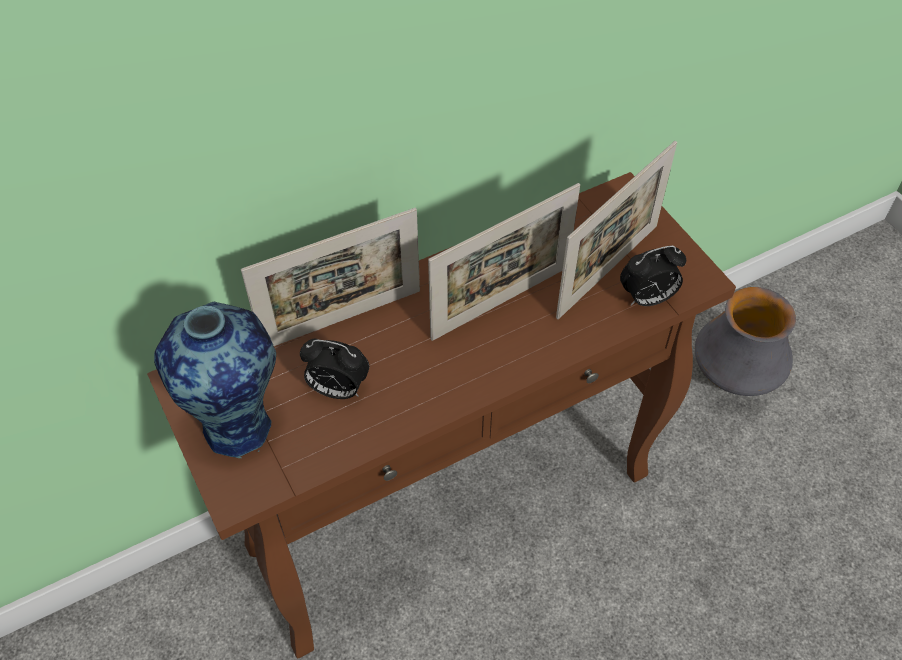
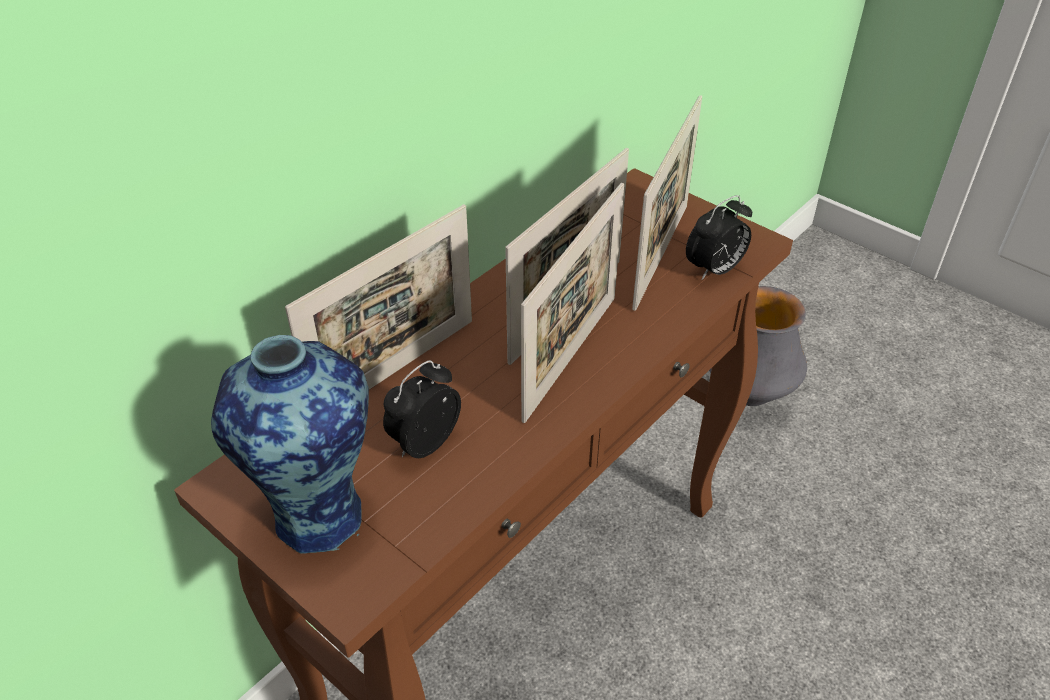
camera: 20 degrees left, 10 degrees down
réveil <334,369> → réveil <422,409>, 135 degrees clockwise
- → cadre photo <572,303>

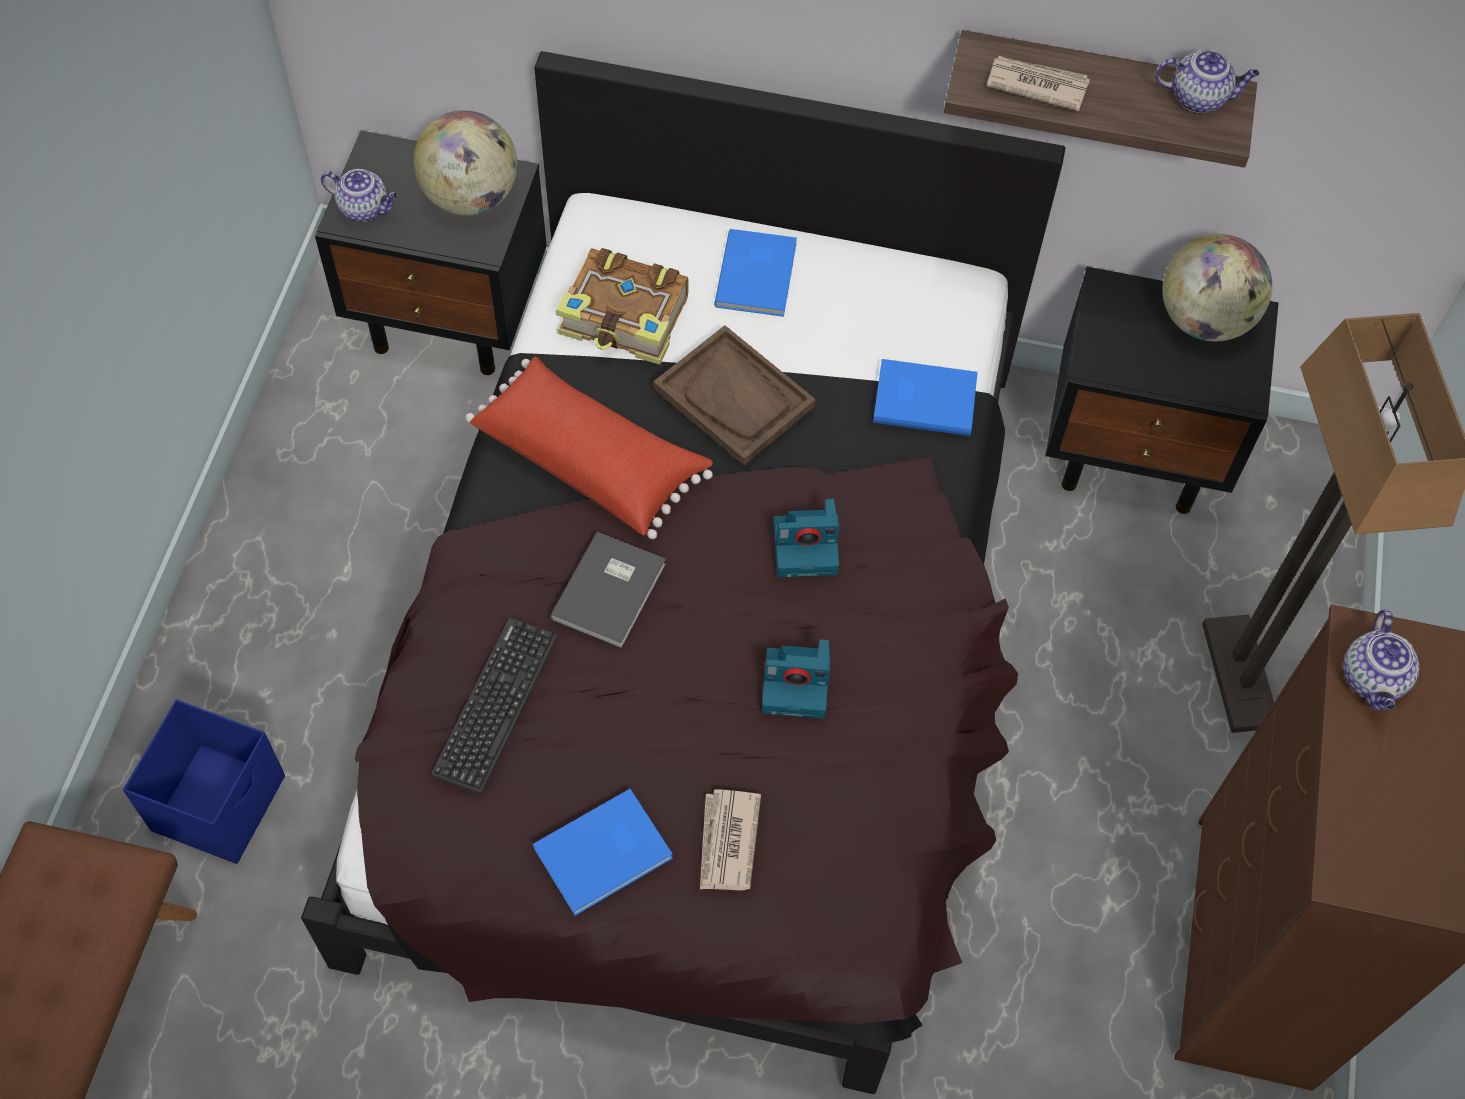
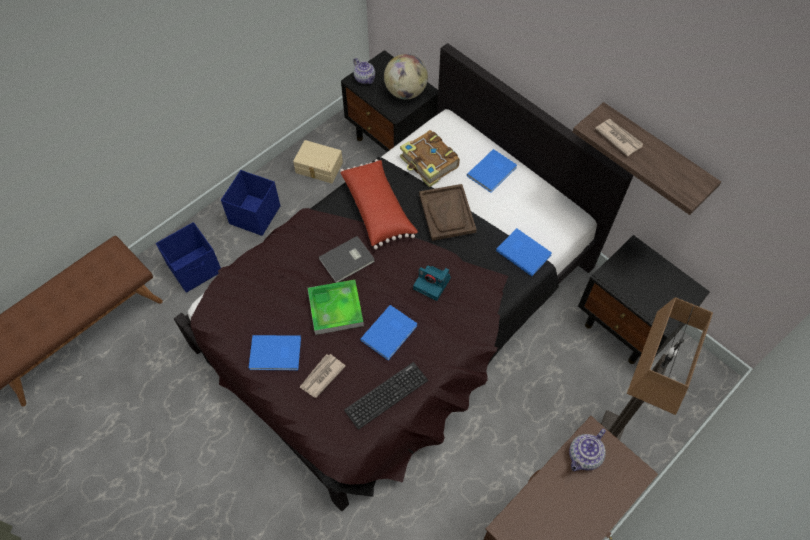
camera: 35 degrees right, 0 degrees up
- → boîte de rangement (bleu) <250,203>
- → boîte de rangement (beige) <318,161>
- → plateau <336,307>
clavier <494,706> → clavier <386,396>, shifted
appareil photo <796,678> → livre (bleu) <389,332>
théière <1207,81> → -
globe <1217,287> → -

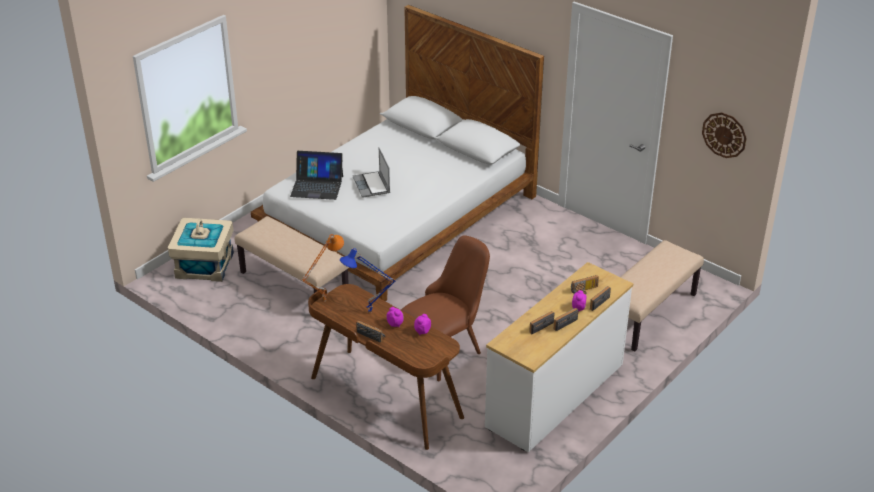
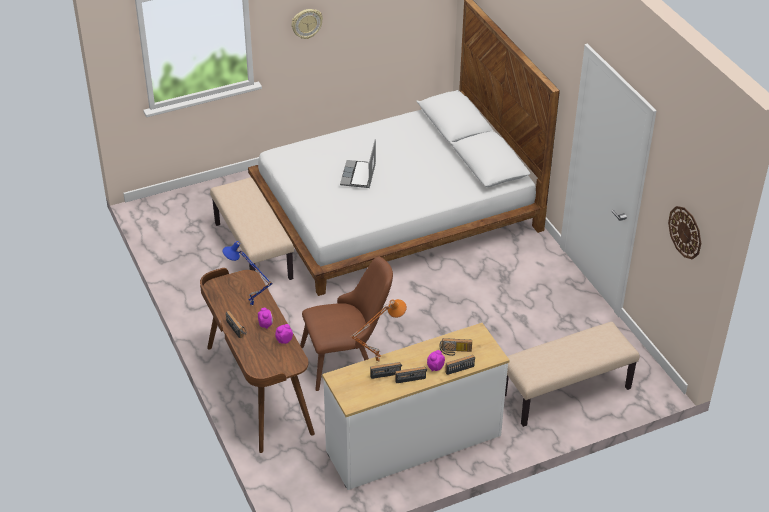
camera: 25 degrees right, 5 degrees up
- → horloge murale <307,24>
lampe de table (orange) <322,267> → lampe de table (orange) <379,330>, shifted
boîte de rangement (beige) <201,250> → -
ordinateur portable <316,175> → -

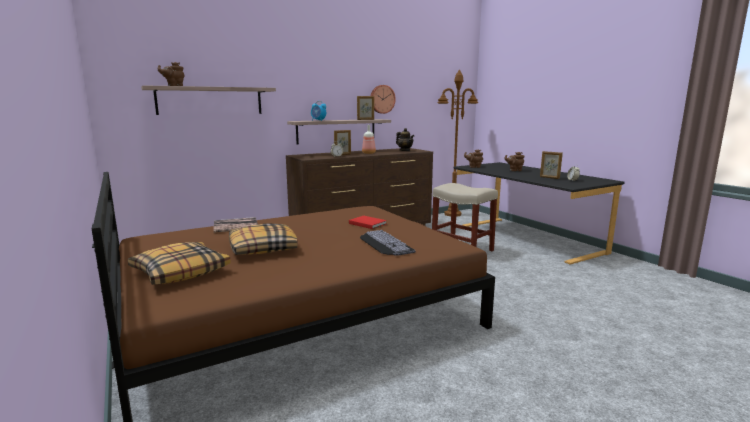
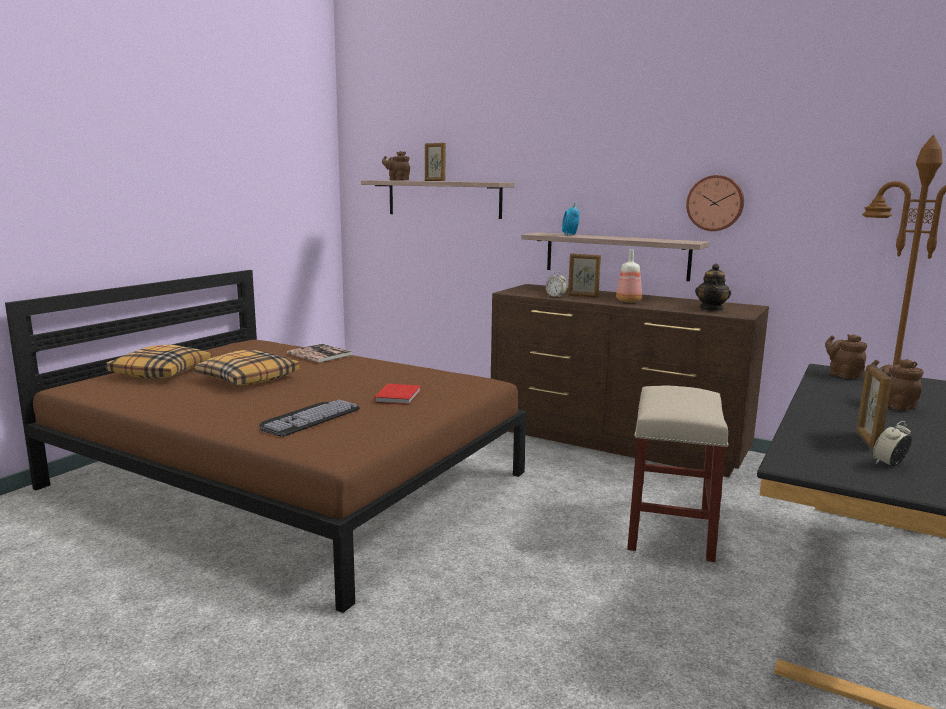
camera: 60 degrees right, 0 degrees up
cadre photo <365,108> → cadre photo <435,162>, shifted

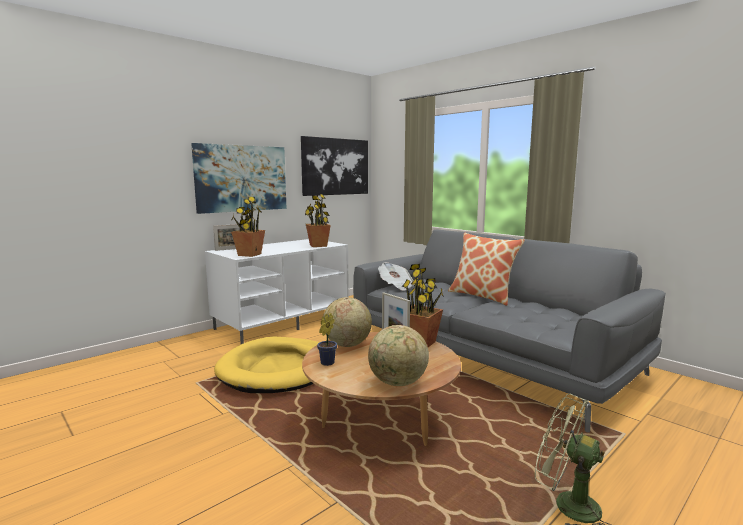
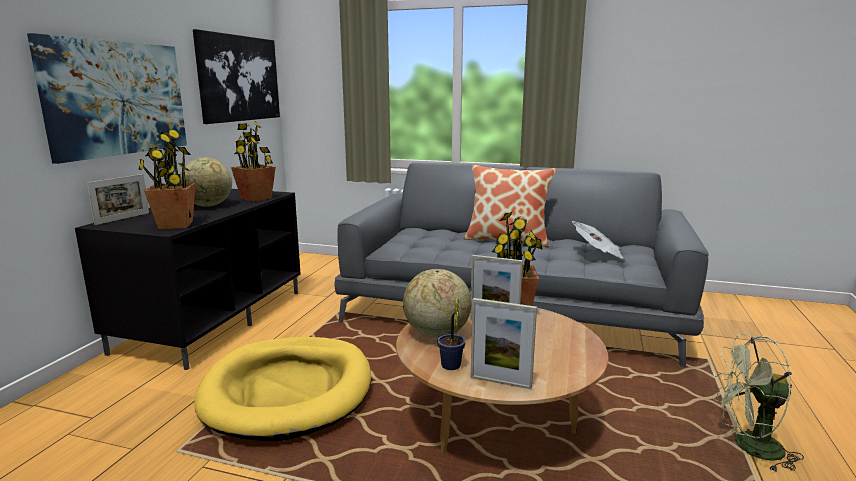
camera: 30 degrees left, 5 degrees up
meuble télé (blanc) <277,291> → meuble télé (noir) <188,279>
globe <398,355> → globe <206,182>, shifted
- → cadre photo <504,343>
journal <395,276> → journal <598,240>, shifted

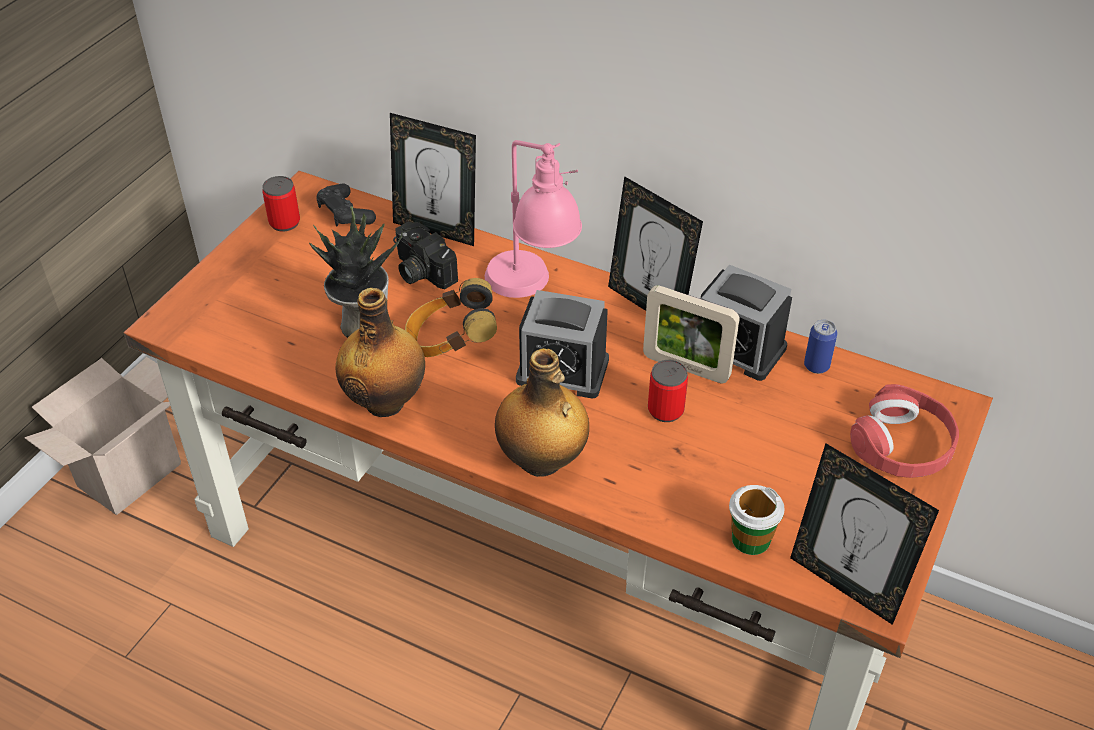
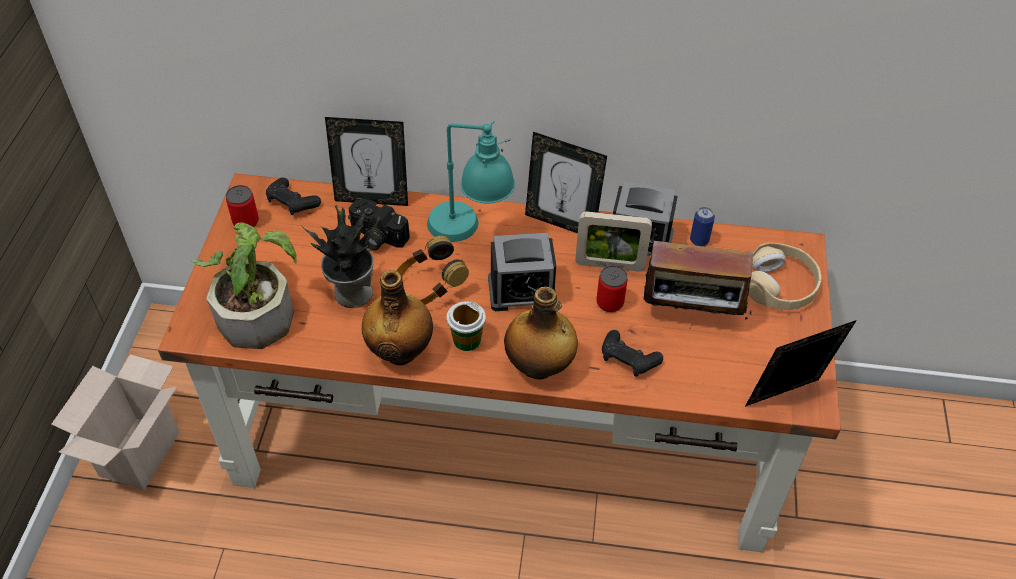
camera: 20 degrees left, 5 degrees up
- → plante en pot <244,285>
lampe de table (rose) <533,219> → lampe de table (turquoise) <471,181>
tasse <757,520> → tasse <466,326>, shifted
- → manette (noir) <632,353>
- → radio <697,286>
cadre photo <864,534> → cadre photo <801,363>, 135 degrees clockwise
casque audio (rouge) <904,431> → casque audio (beige) <785,276>

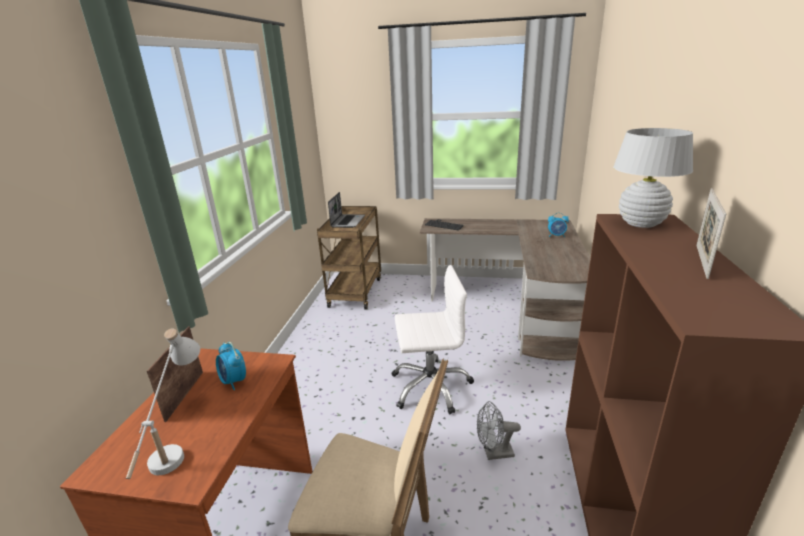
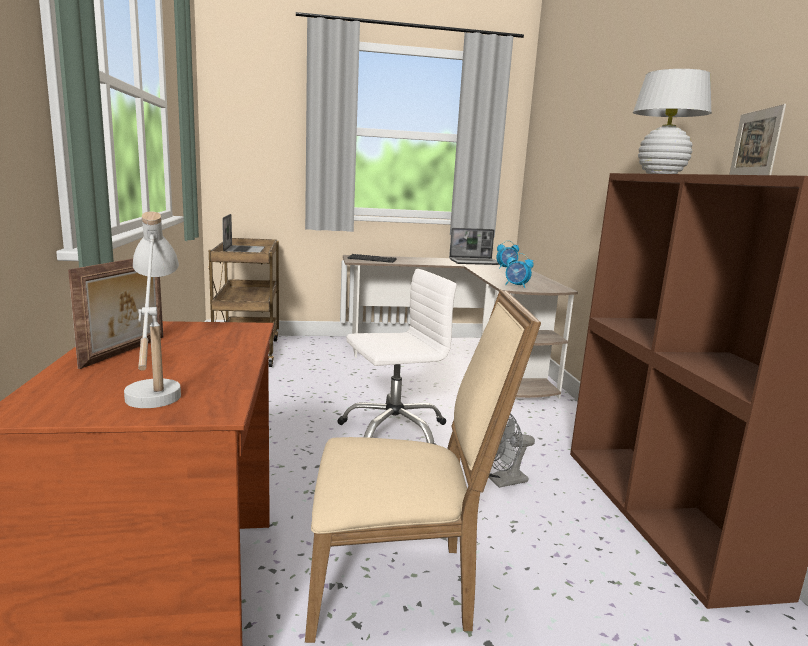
camera: 20 degrees left, 10 degrees down
cadre photo <175,374> → cadre photo <115,313>, 150 degrees counterclockwise
- → ordinateur portable <474,246>
réveil <231,366> → réveil <519,270>, shifted

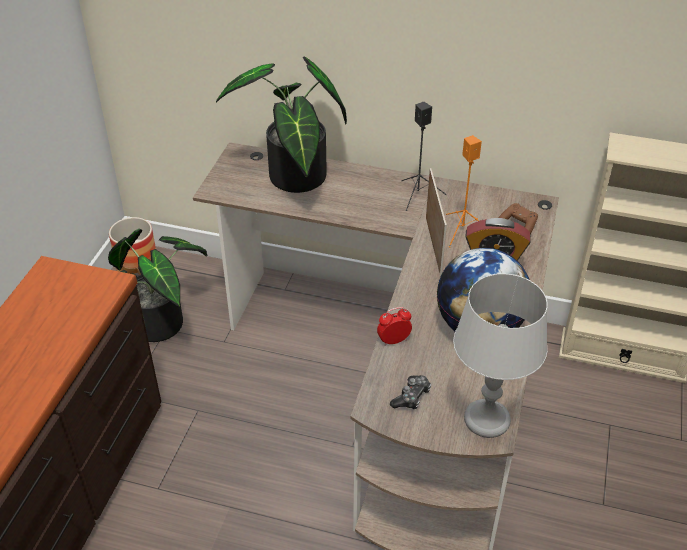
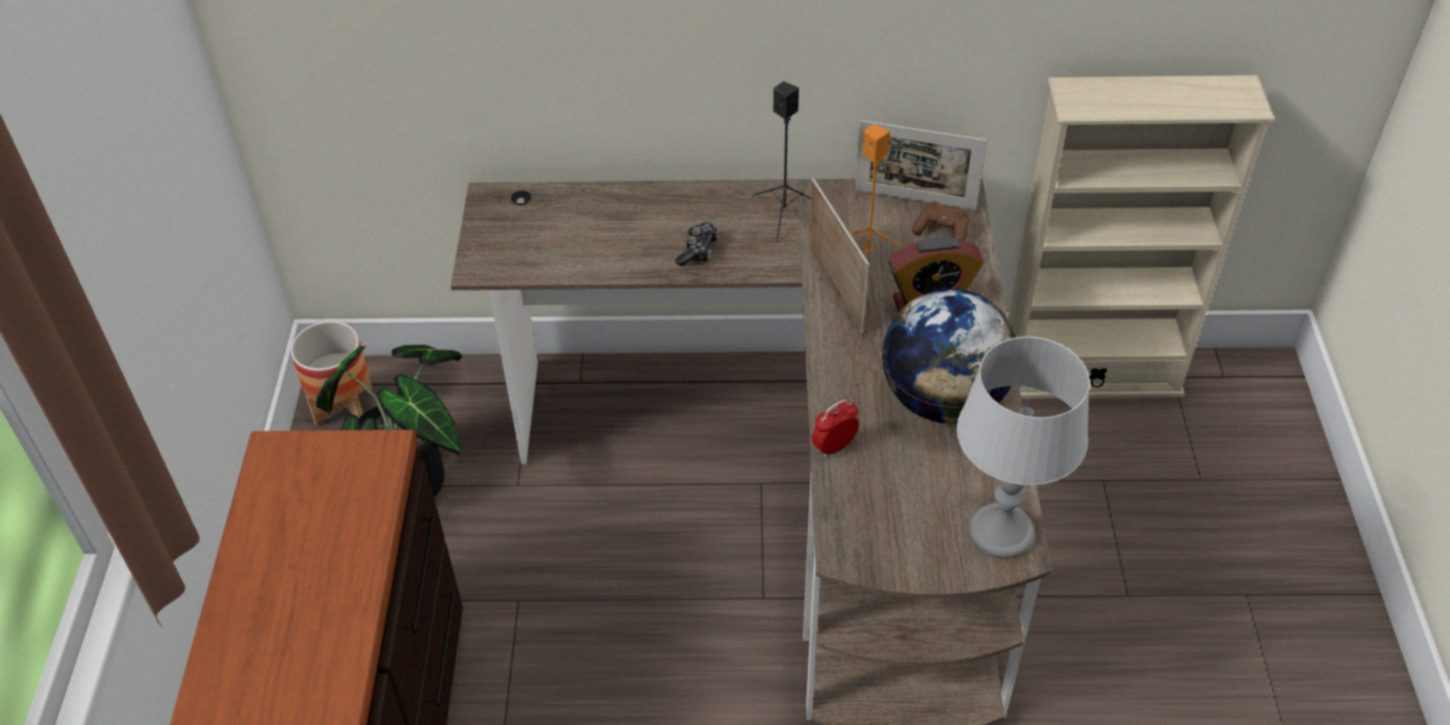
camera: 15 degrees left, 5 degrees up
manette <410,392> → manette <697,244>, shifted
- → cadre photo <921,165>
plante en pot <281,125> → -

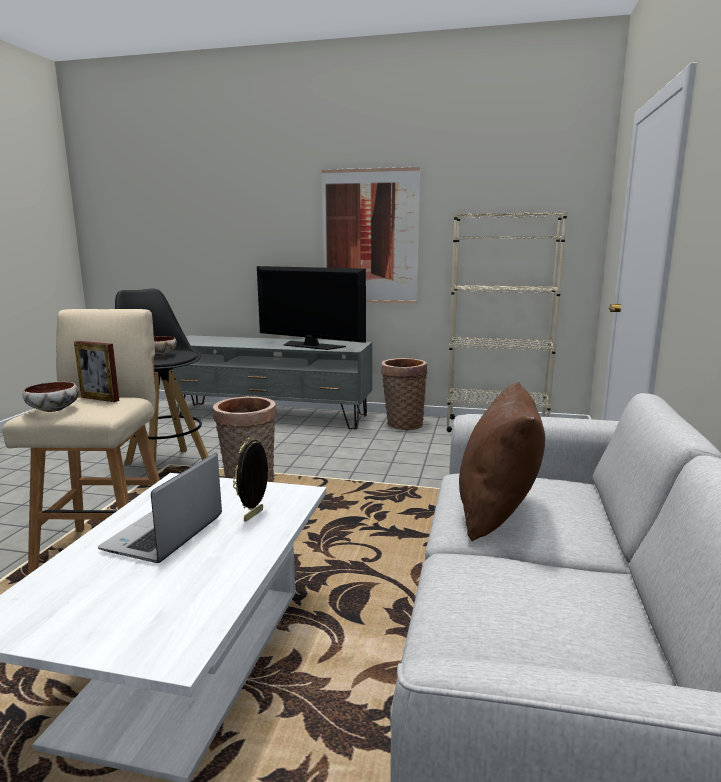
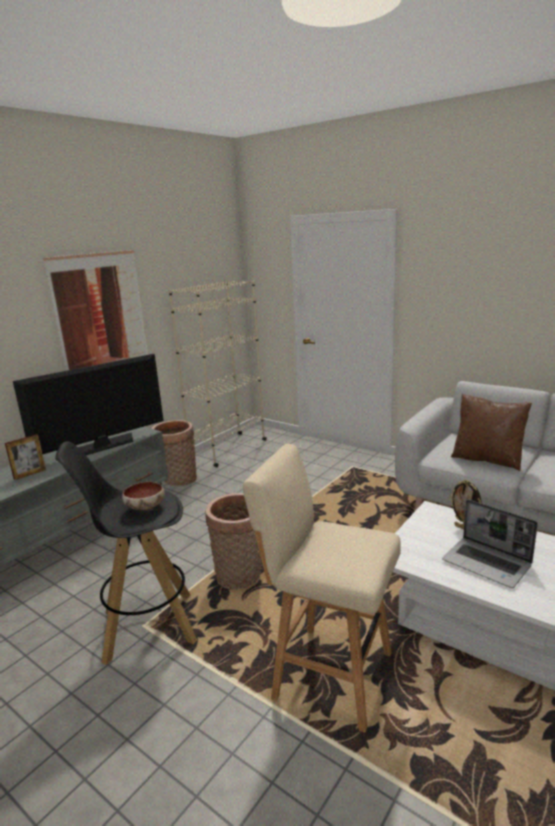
camera: 65 degrees left, 5 degrees up
cadre photo <96,371> → cadre photo <25,457>, shifted
bol <50,397> → -

